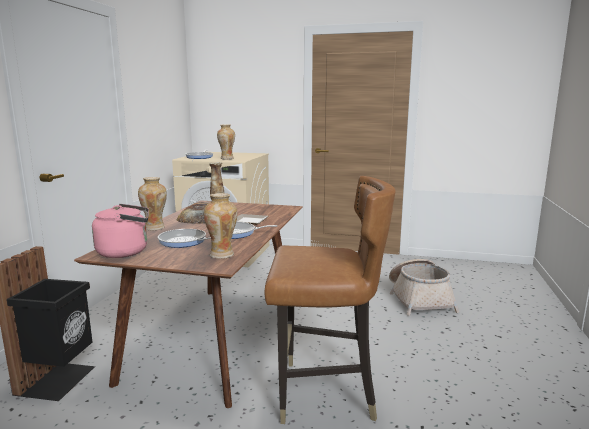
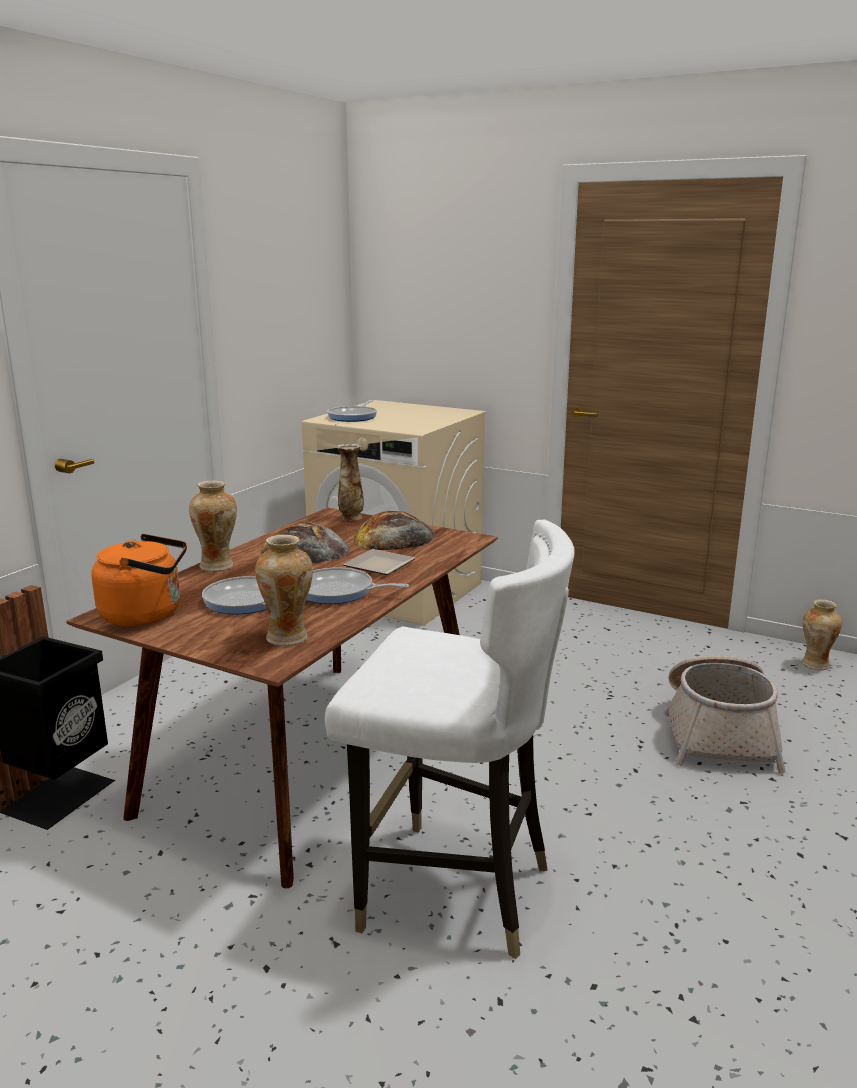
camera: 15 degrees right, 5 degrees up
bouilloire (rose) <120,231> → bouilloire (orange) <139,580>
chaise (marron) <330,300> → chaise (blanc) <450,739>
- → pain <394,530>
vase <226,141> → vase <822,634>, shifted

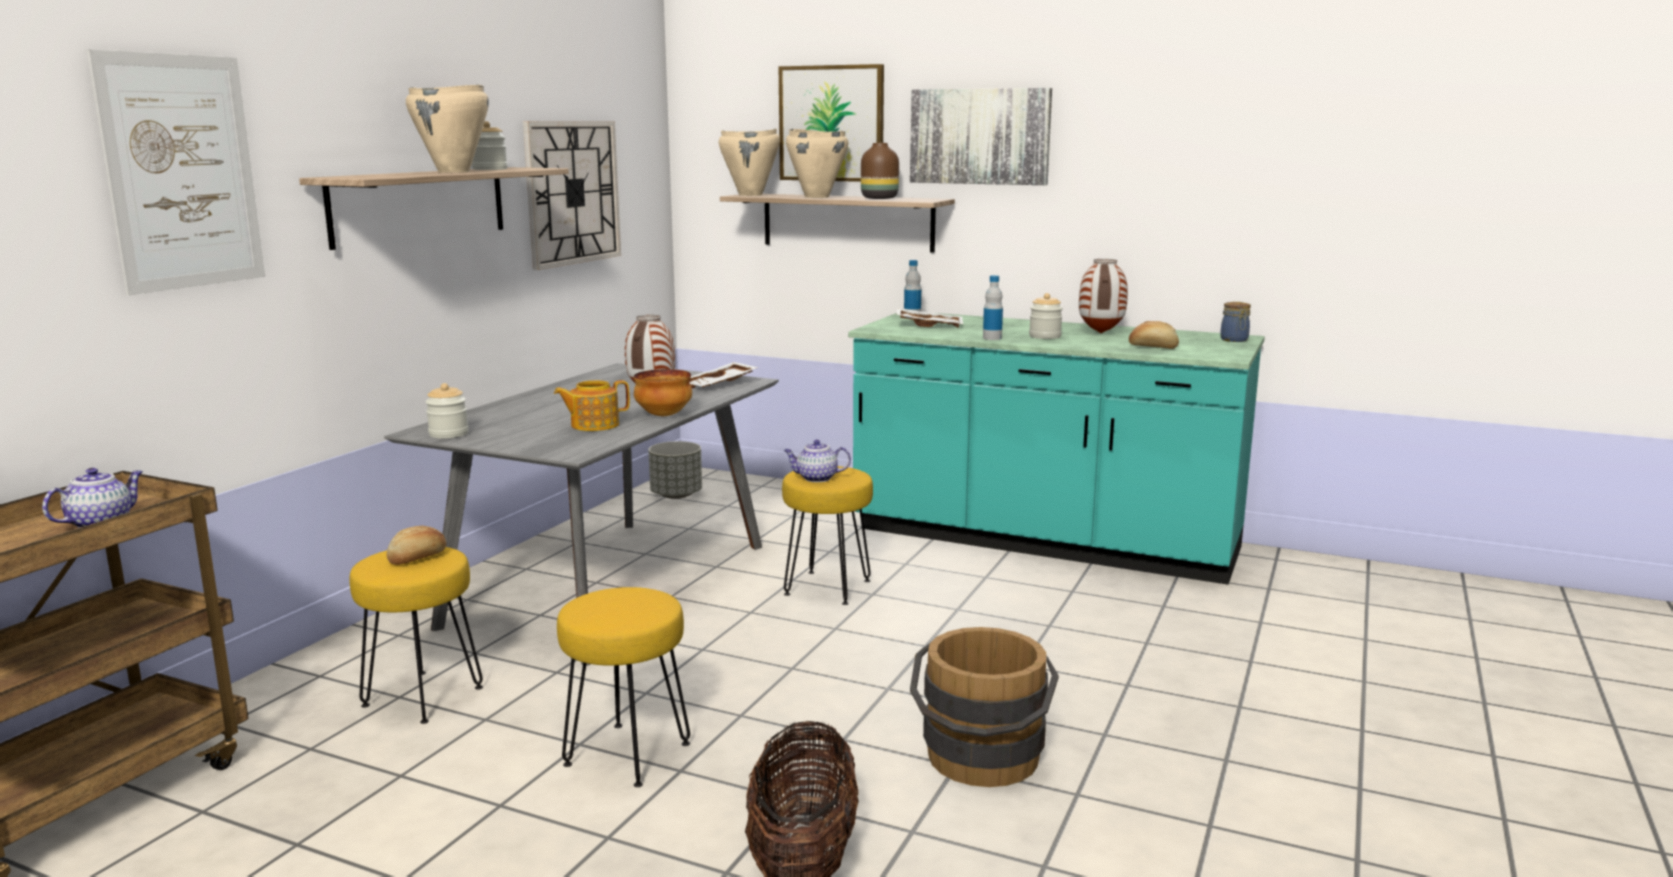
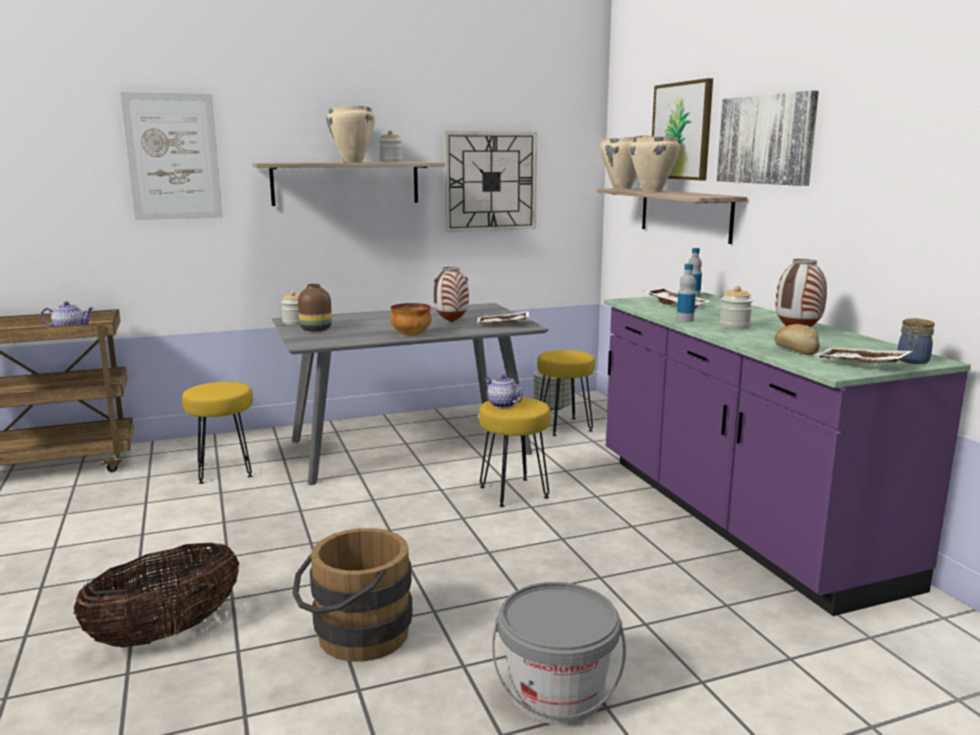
camera: 45 degrees right, 0 degrees up
vase (marron) <880,171> → vase (marron) <315,307>, shifted
- → seau (gris) <559,653>
tabouret (jaune) <623,687> → tabouret (jaune) <566,393>, shifted
comptoir de cuisine (turquoise) <1056,449> → comptoir de cuisine (violet) <787,454>
- → plateau (blanc) <863,355>
pain <416,545> → -
théière <592,405> → -

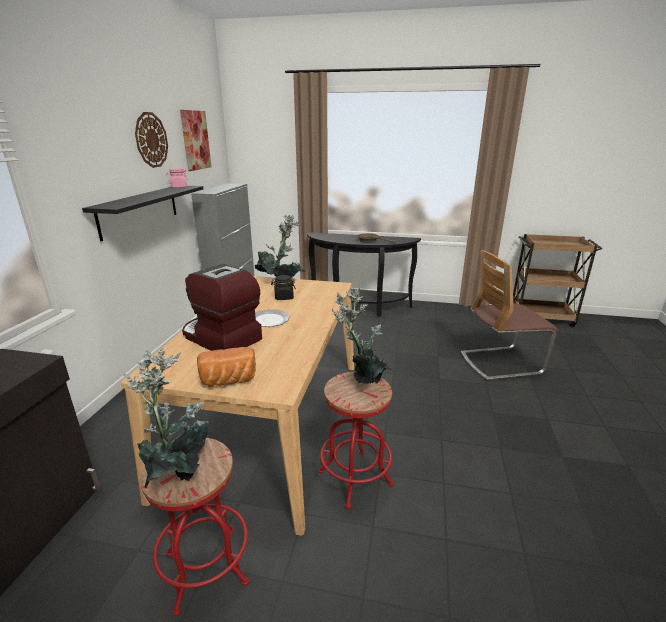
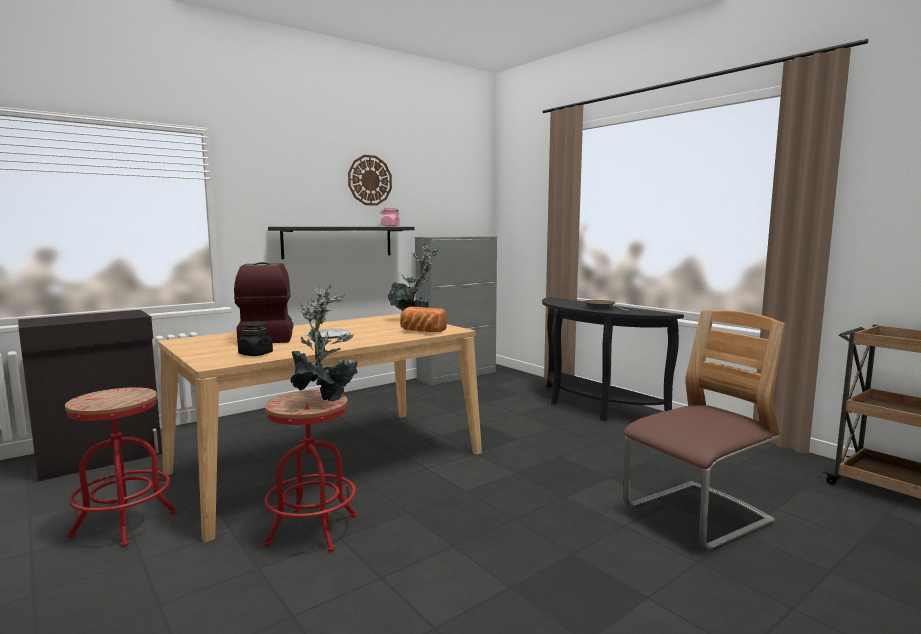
camera: 40 degrees right, 15 degrees down
bocal (noir) <283,287> → bocal (noir) <255,339>, shifted
pain <226,367> → pain <423,319>, shifted
chaise <509,315> → chaise <704,429>, 120 degrees clockwise
plante en pot <166,418> → -
tableau <195,140> → -

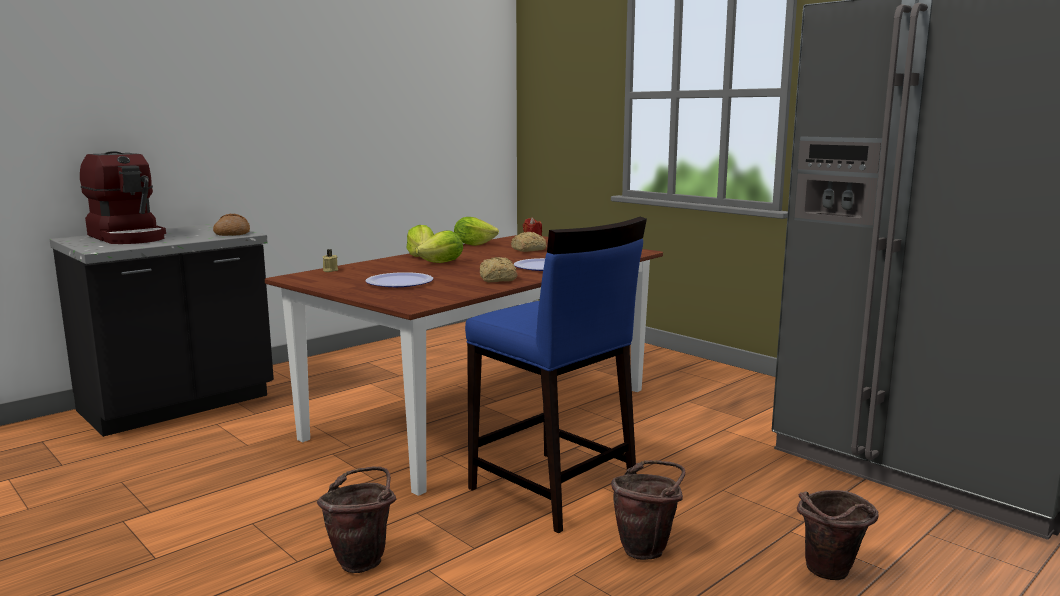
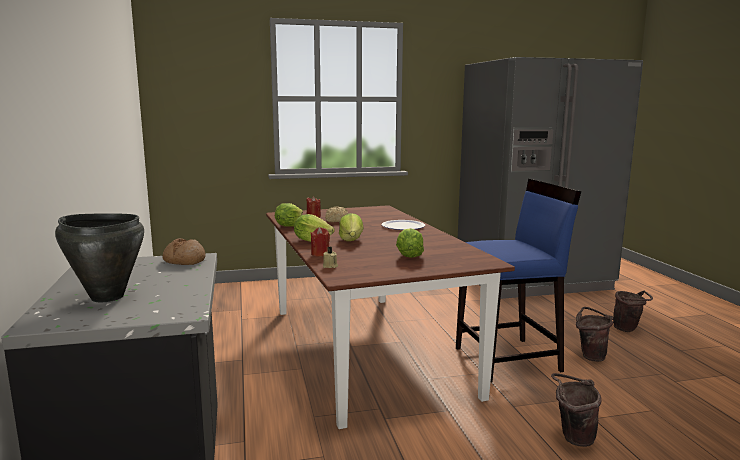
camera: 60 degrees left, 0 degrees up
machine à café <123,197> → marmite (noir) <99,257>
- → bougie (rouge) <320,242>
assiette <399,279> → laitue <410,243>
pain <498,269> → -

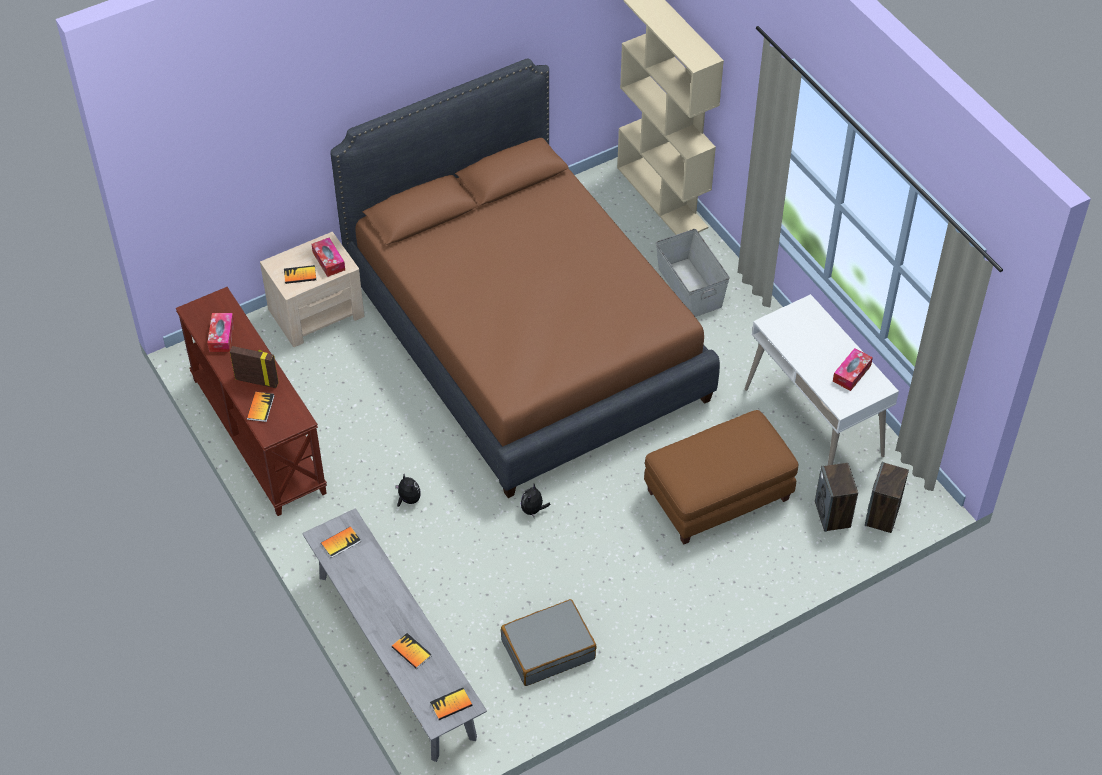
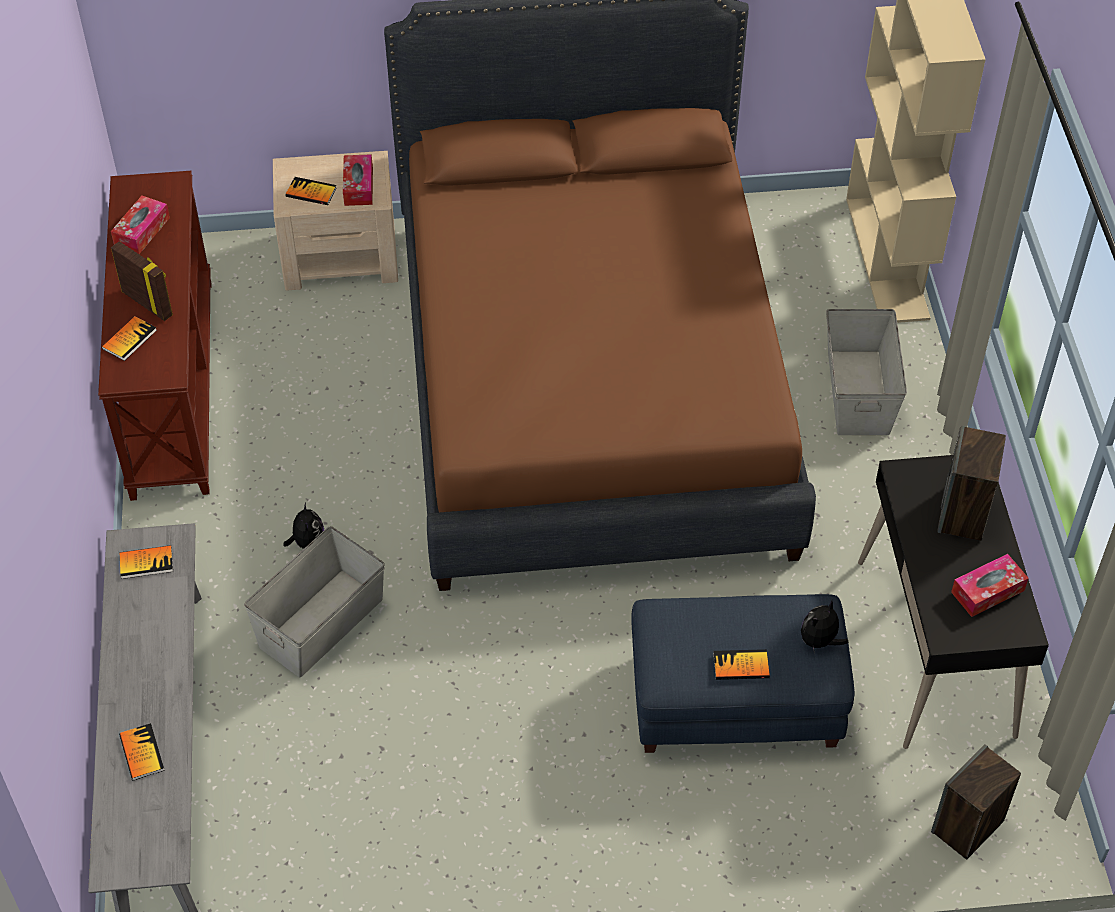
camera: 25 degrees right, 0 degrees up
- → boîte de rangement (gris) <314,601>
pouf (marron) <721,477> → pouf (bleu) <742,673>
livre <451,704> → livre <741,664>, shifted
peluche <536,500> → peluche <825,627>, shifted
bureau (blanc) <822,379> → bureau (noir) <953,602>
enceinte <836,497> → enceinte <971,483>, shifted
valise (gris) <548,642> → -

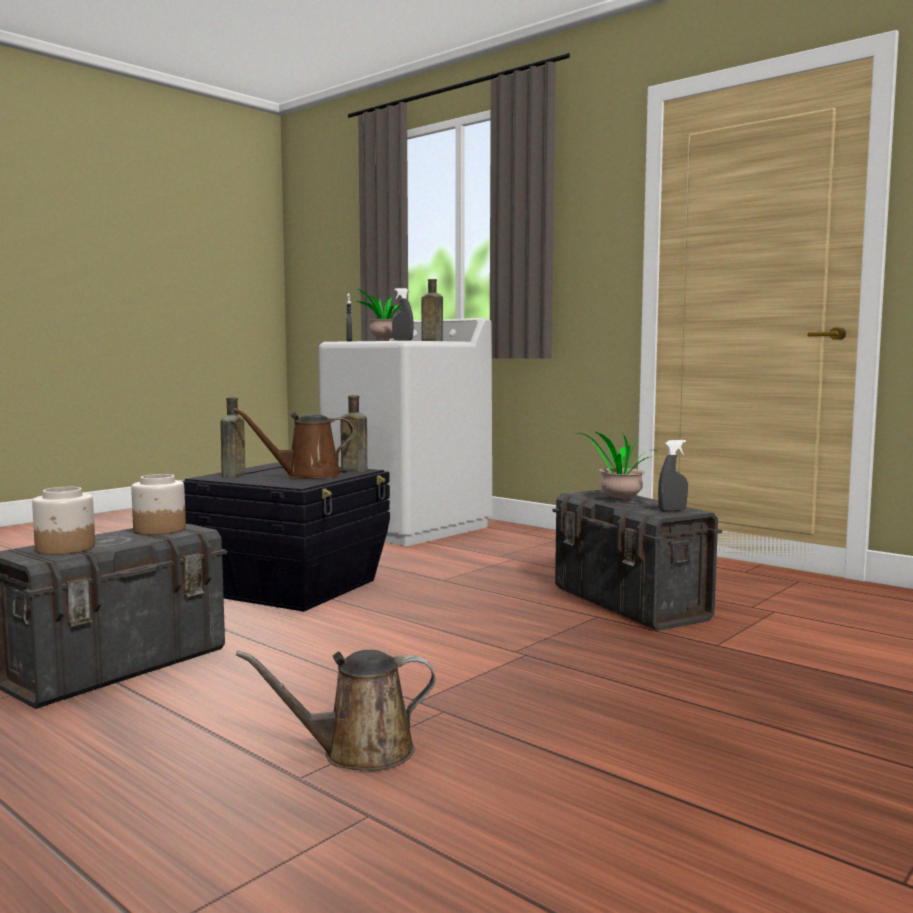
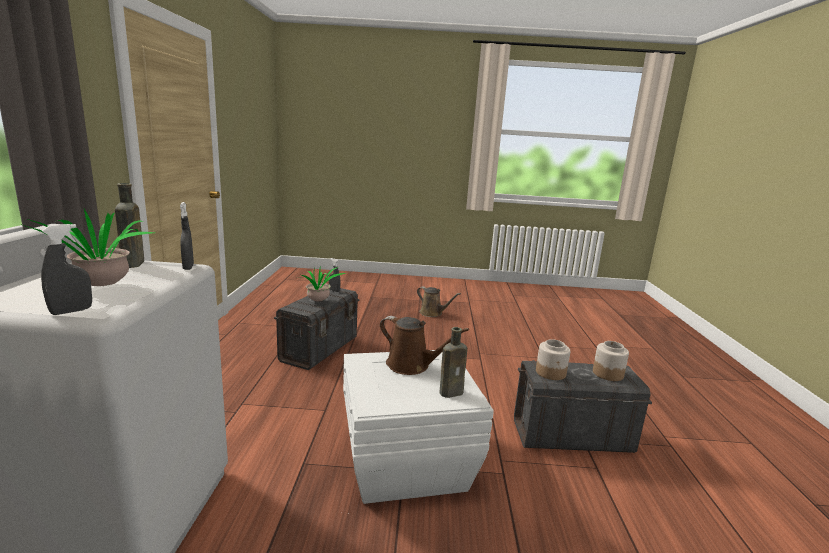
camera: 130 degrees left, 10 degrees up
boîte de rangement (noir) <286,537> → boîte de rangement (blanc) <418,427>
arrosoir (marron) <335,710> → arrosoir (marron) <439,302>, shifted
bouteille (marron) <354,433> → -

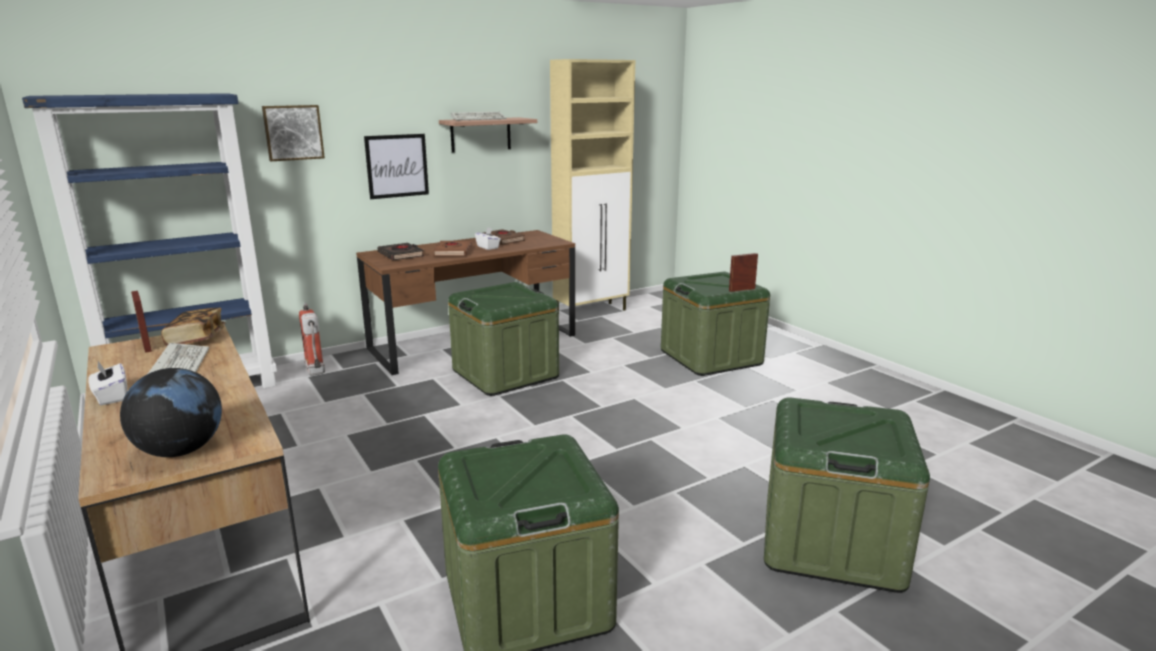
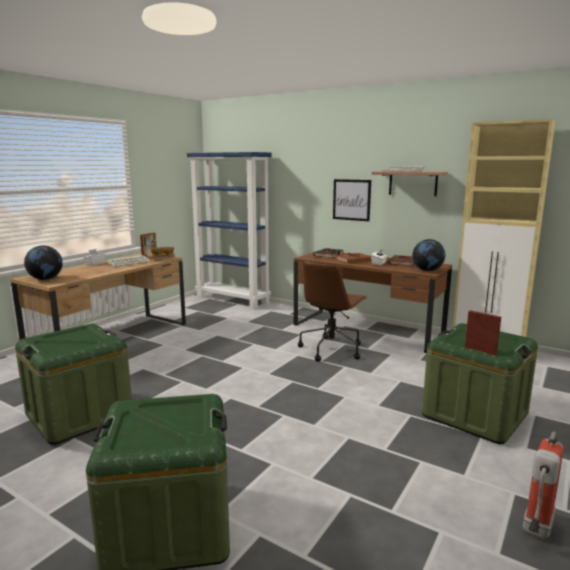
camera: 65 degrees right, 5 degrees down
boîte de rangement (vert) <503,339> → chaise de bureau (marron) <332,311>
- → globe <428,255>
extincteur <312,339> → extincteur <543,485>, shifted
tableau <293,133> → -

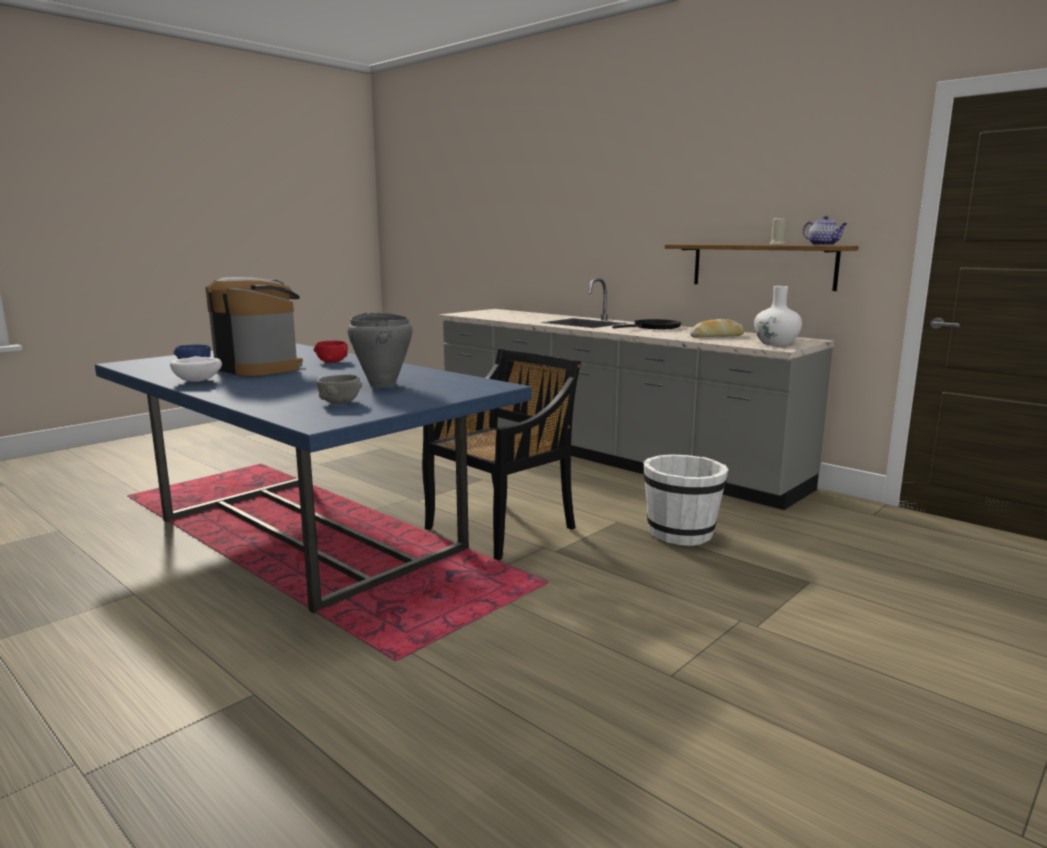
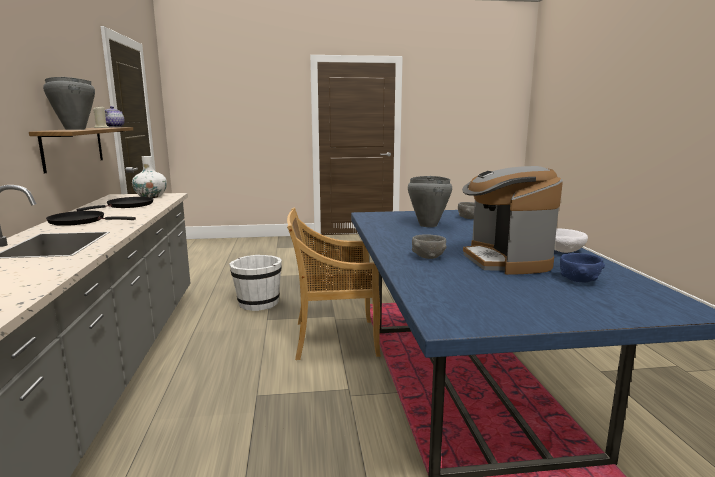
camera: 140 degrees left, 0 degrees up
- → marmite (gris) <69,103>
pain <717,328> → poêle (noir) <114,204>
chaise (noir) <501,454> → chaise (beige) <334,283>
bol (rouge) <331,351> → bol (gris) <429,246>

